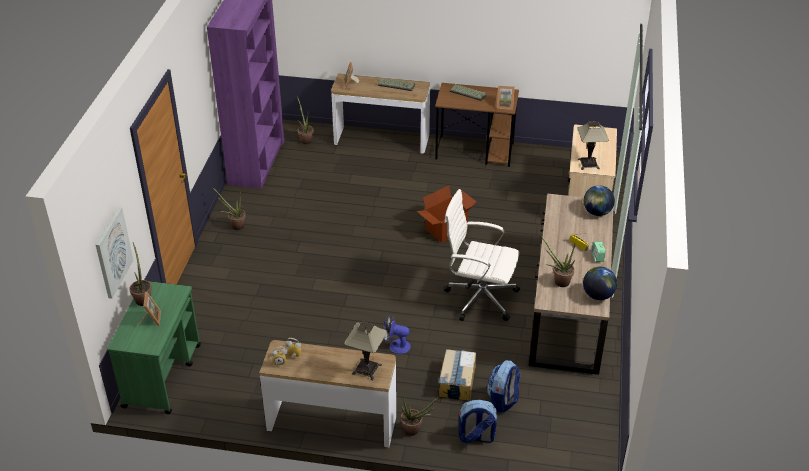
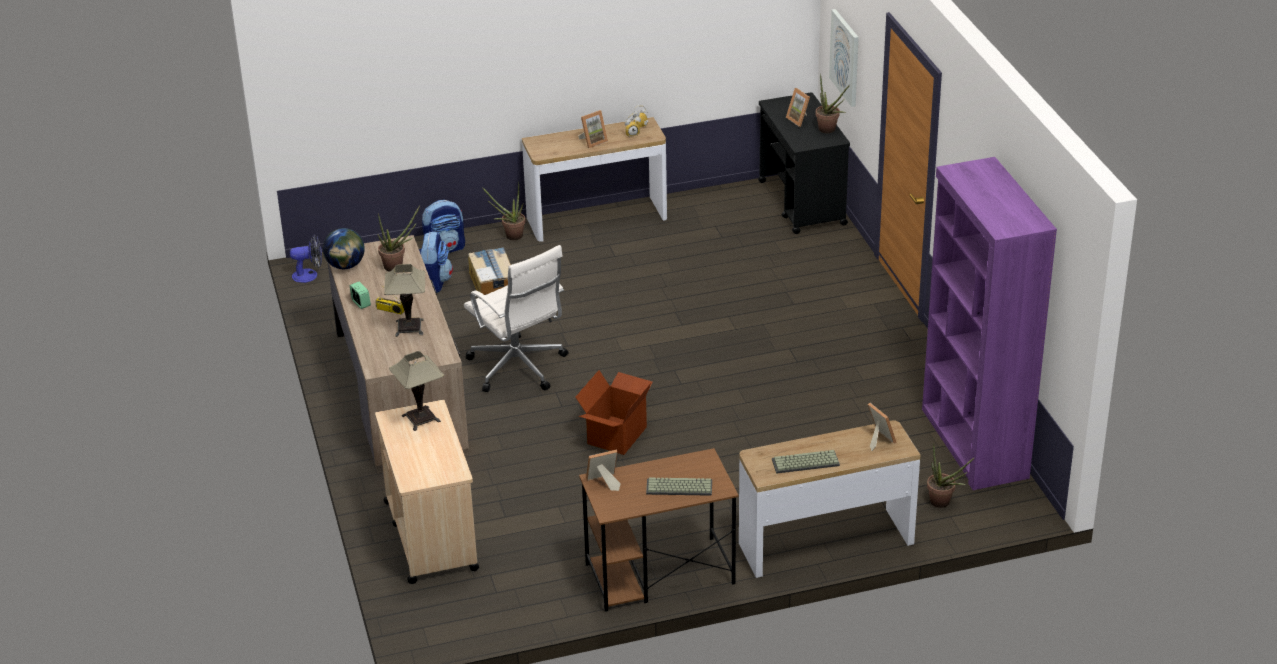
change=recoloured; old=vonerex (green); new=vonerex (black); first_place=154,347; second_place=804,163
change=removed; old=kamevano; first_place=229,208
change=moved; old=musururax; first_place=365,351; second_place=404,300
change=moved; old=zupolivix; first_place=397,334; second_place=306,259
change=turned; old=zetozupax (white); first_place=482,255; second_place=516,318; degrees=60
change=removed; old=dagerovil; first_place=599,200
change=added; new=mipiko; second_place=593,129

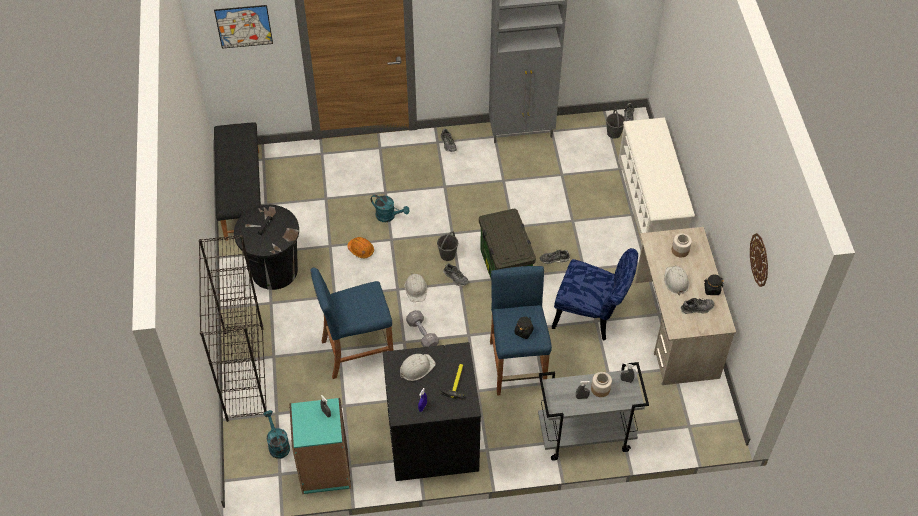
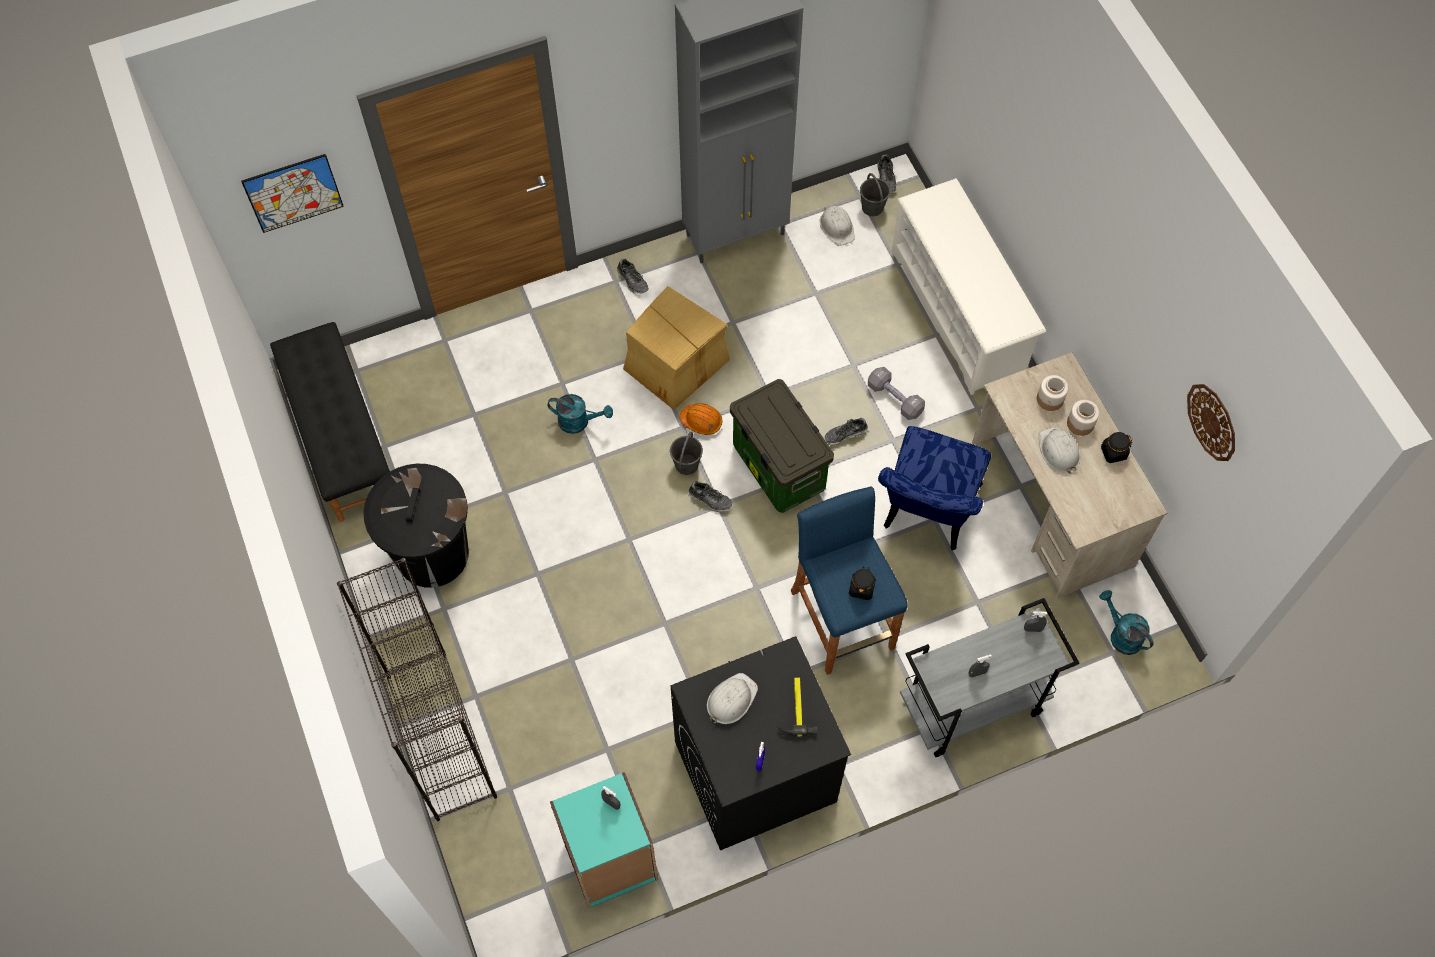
change=moved; old=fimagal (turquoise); first_place=277,434; second_place=1126,622
change=removed; old=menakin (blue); first_place=352,323
change=moved; old=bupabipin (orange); first_place=360,247; second_place=701,419
change=moved; old=bupabipin (white); first_place=416,287; second_place=837,226
change=moved; old=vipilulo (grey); first_place=422,328; second_place=896,393
change=turned; old=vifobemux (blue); first_place=595,294; second_place=934,488; degrees=105
change=moved; old=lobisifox; first_place=601,384; second_place=1083,418
change=removed; old=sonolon; first_place=698,306
change=added; new=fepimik; second_place=676,348

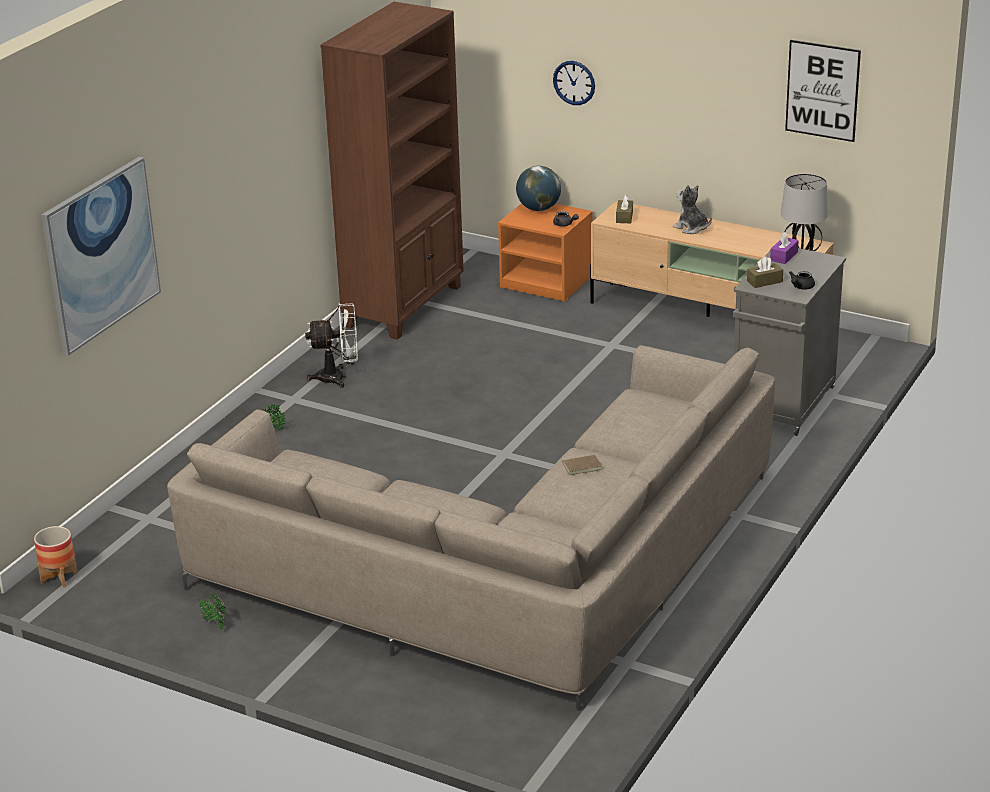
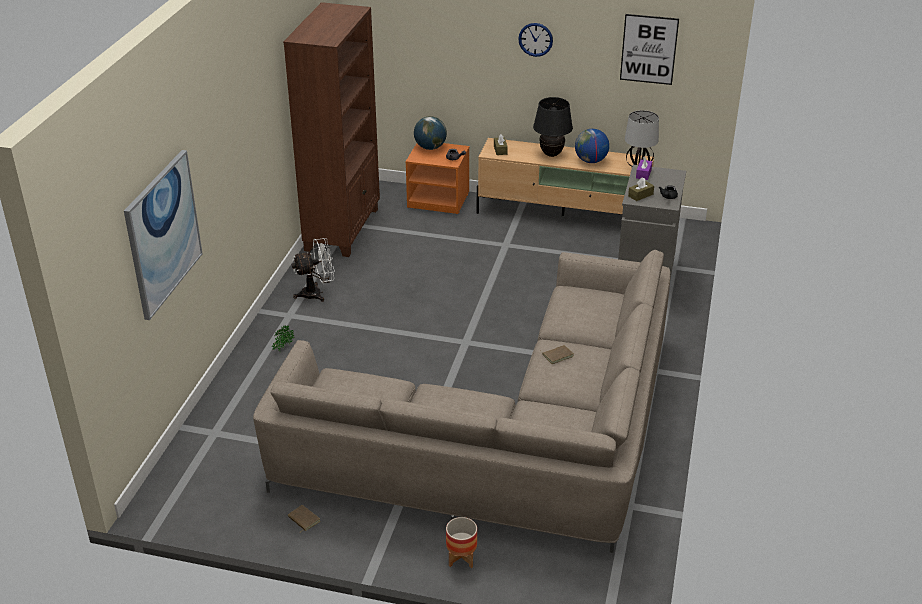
change=moved; old=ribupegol; first_place=56,557; second_place=461,542
change=replaced; old=kamevano; new=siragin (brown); first_place=213,611; second_place=304,518
change=moved; old=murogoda; first_place=574,83; second_place=535,40
change=replaced; old=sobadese; new=musururax (black); first_place=692,209; second_place=553,127
change=added; new=dagerovil; second_place=592,146

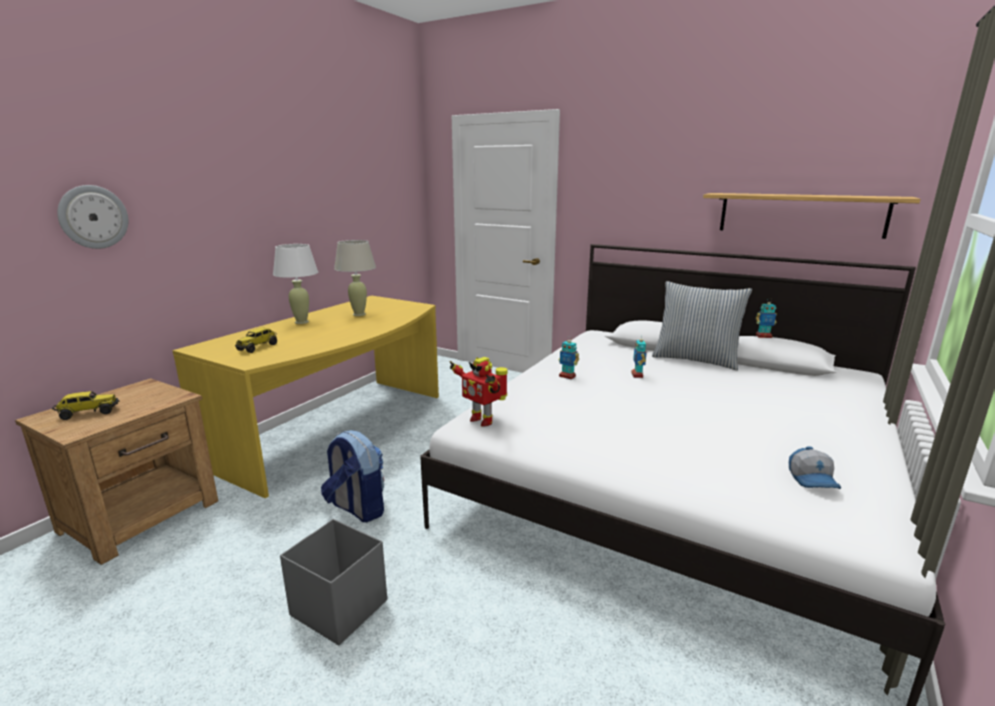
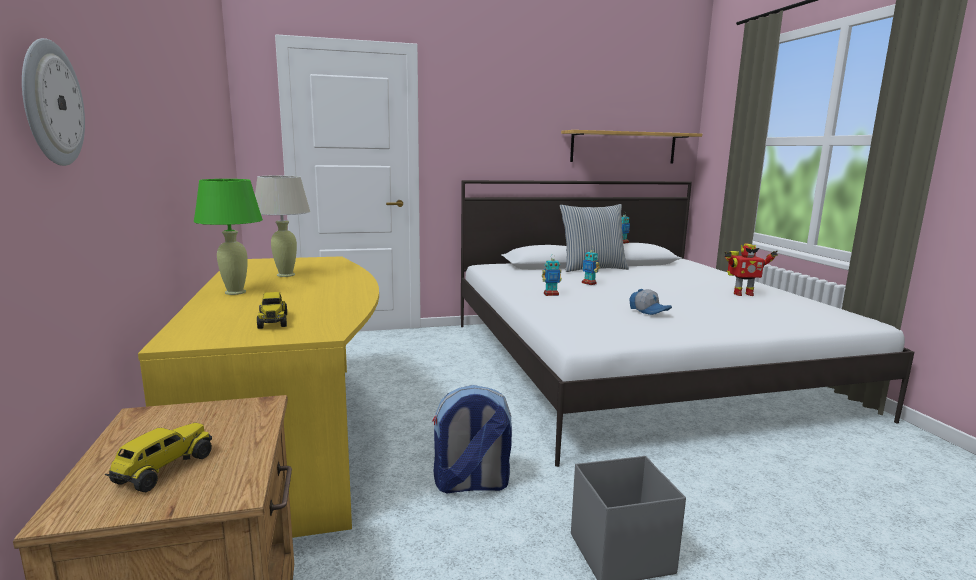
change=recoloured; old=musururax (white); new=musururax (green); first_place=295,284; second_place=228,237
change=moved; old=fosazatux; first_place=479,392; second_place=751,270
change=moved; old=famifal; first_place=815,467; second_place=650,302

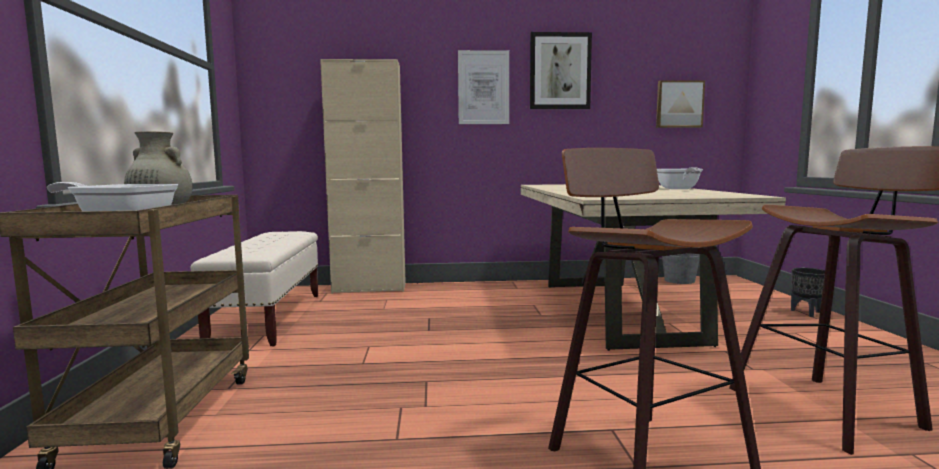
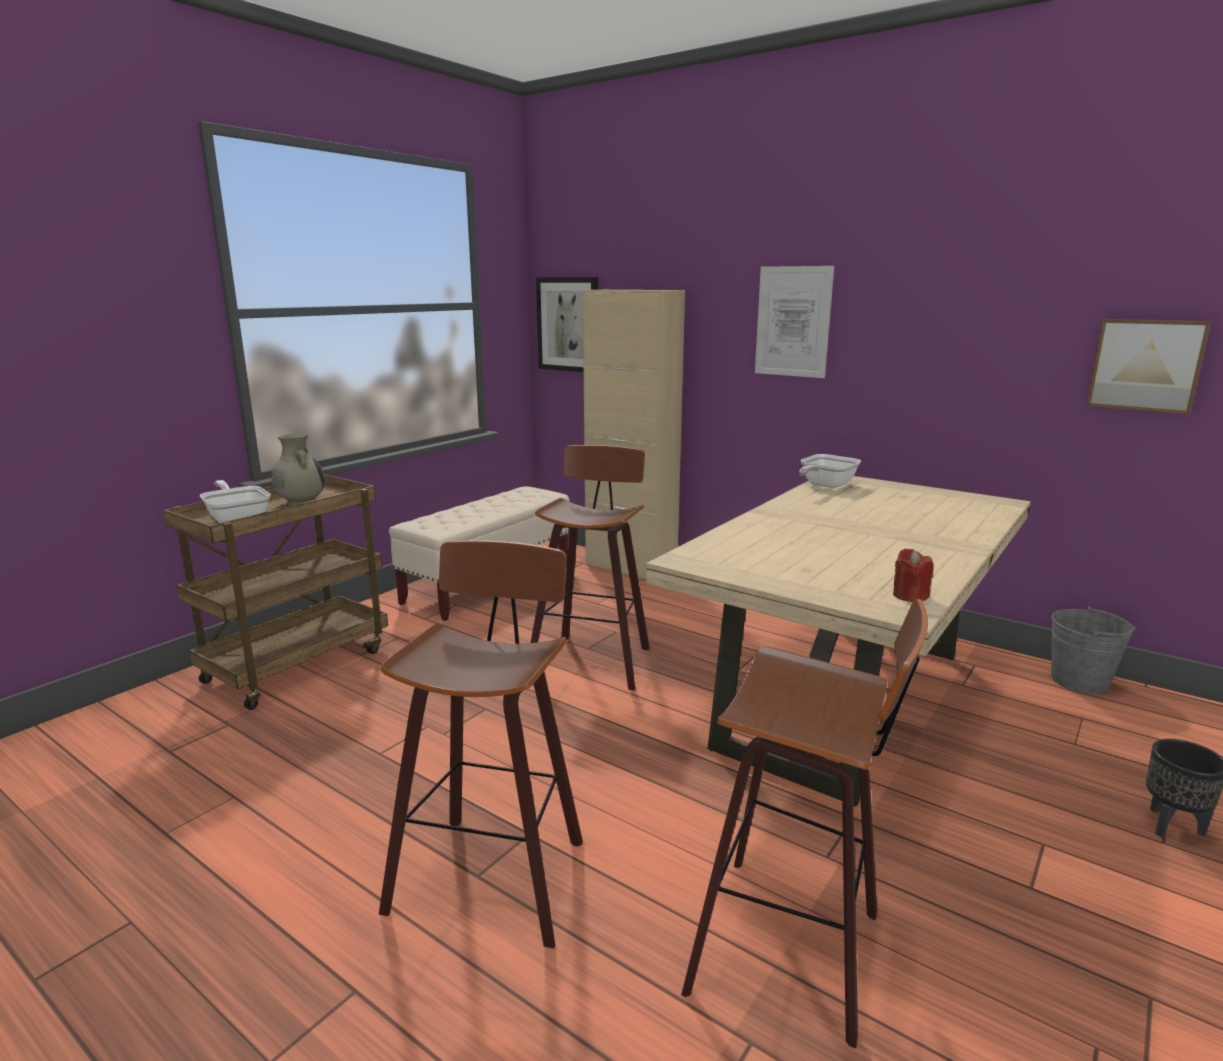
change=moved; old=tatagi; first_place=561,70; second_place=567,324
change=moved; old=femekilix; first_place=680,178; second_place=830,471
change=added; new=menakin; second_place=590,568
change=added; new=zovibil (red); second_place=913,575

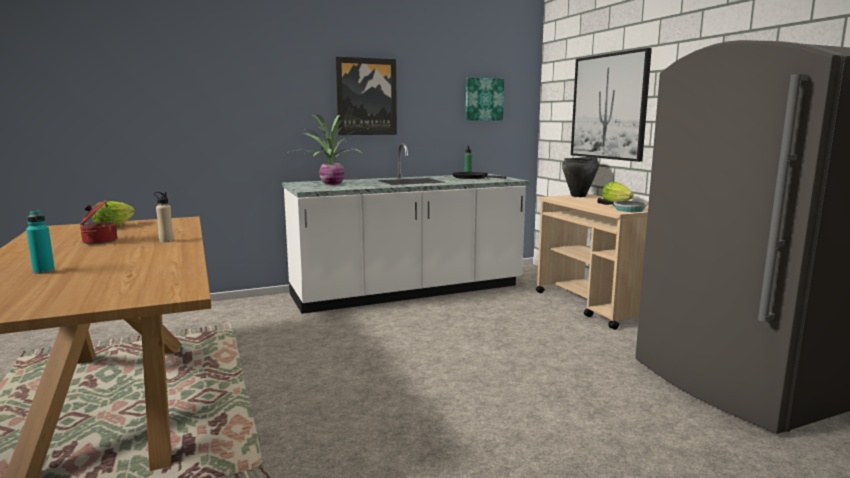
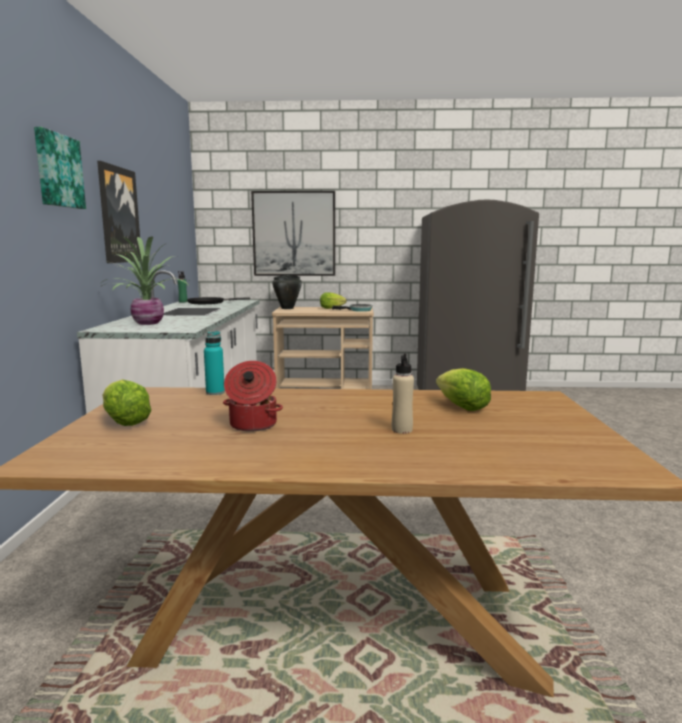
change=moved; old=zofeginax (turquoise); first_place=40,242; second_place=214,363
change=moved; old=zofeginax (beige); first_place=164,217; second_place=403,393
change=moved; old=tatagi; first_place=485,99; second_place=60,168
change=added; new=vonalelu; second_place=463,389

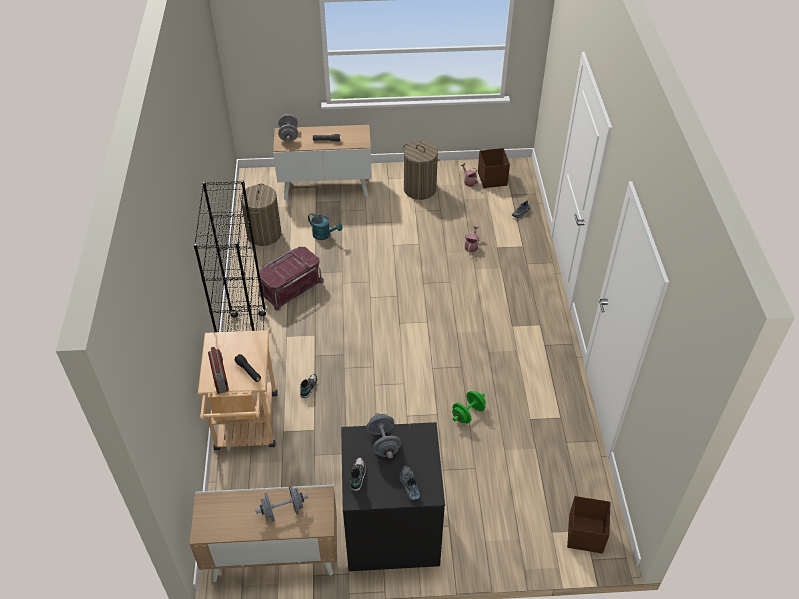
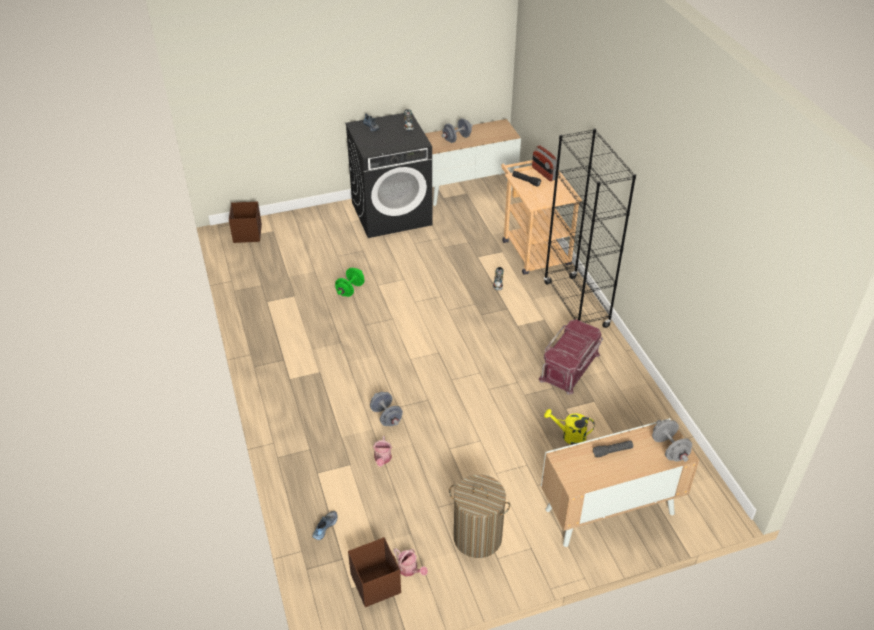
change=removed; old=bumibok; first_place=260,214
change=recoloured; old=fimagal (turquoise); new=fimagal (yellow); first_place=325,226; second_place=569,427
change=moved; old=vipilulo (grey); first_place=384,435; second_place=386,409

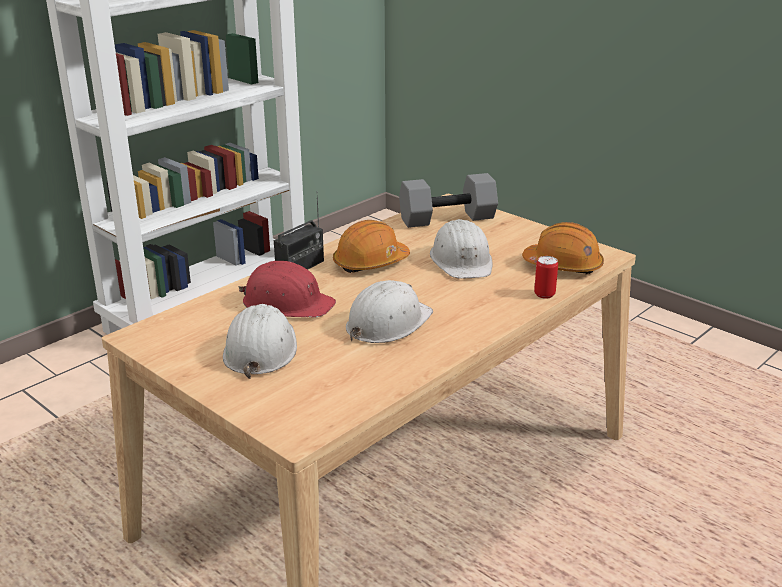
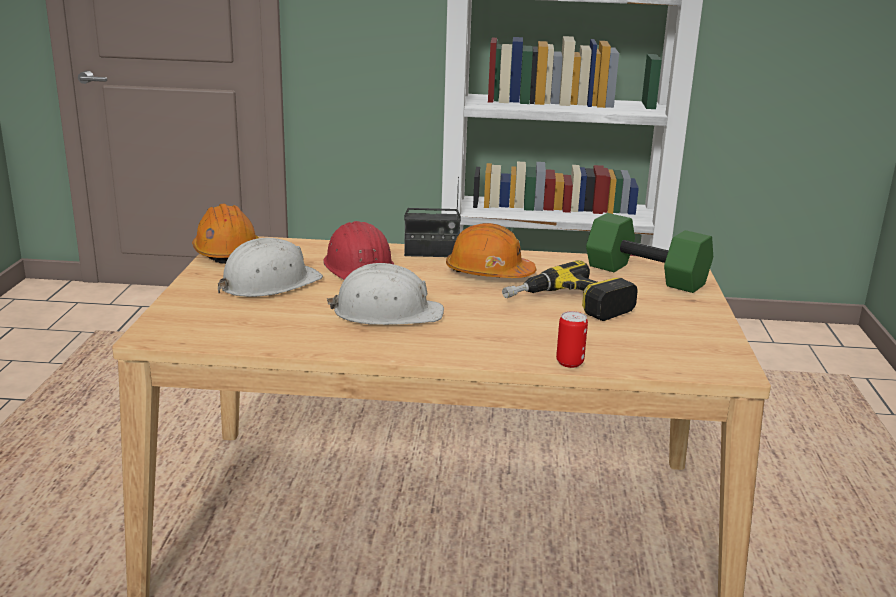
change=recoloured; old=vipilulo (grey); new=vipilulo (green); first_place=448,200; second_place=649,253
change=replaced; old=bupabipin (white); new=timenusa; first_place=461,249; second_place=570,290
change=moved; old=bupabipin (orange); first_place=563,248; second_place=225,234

